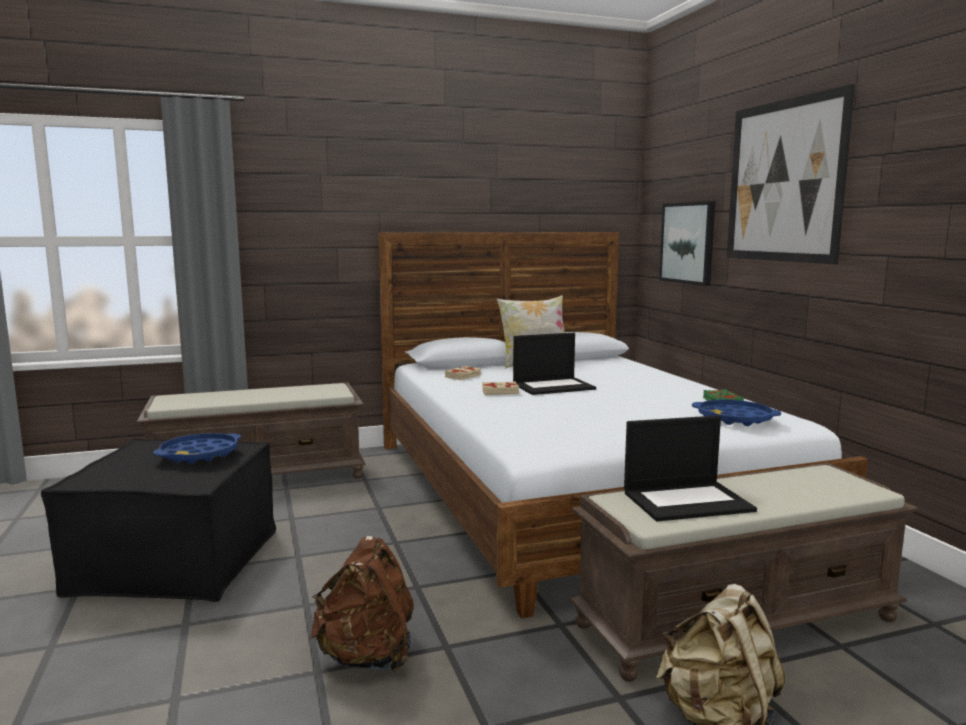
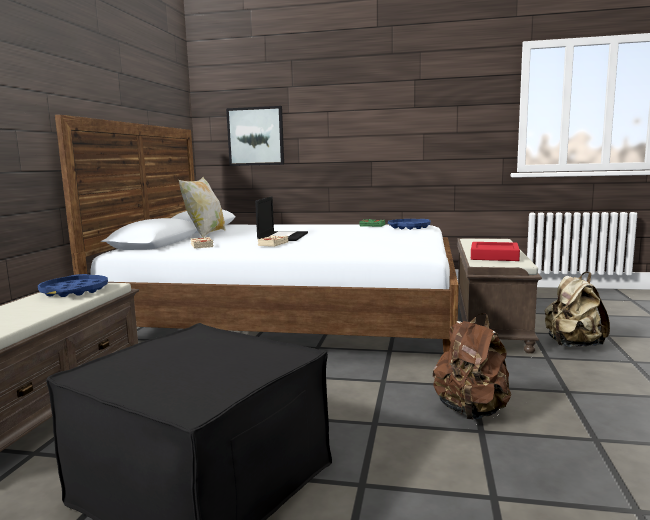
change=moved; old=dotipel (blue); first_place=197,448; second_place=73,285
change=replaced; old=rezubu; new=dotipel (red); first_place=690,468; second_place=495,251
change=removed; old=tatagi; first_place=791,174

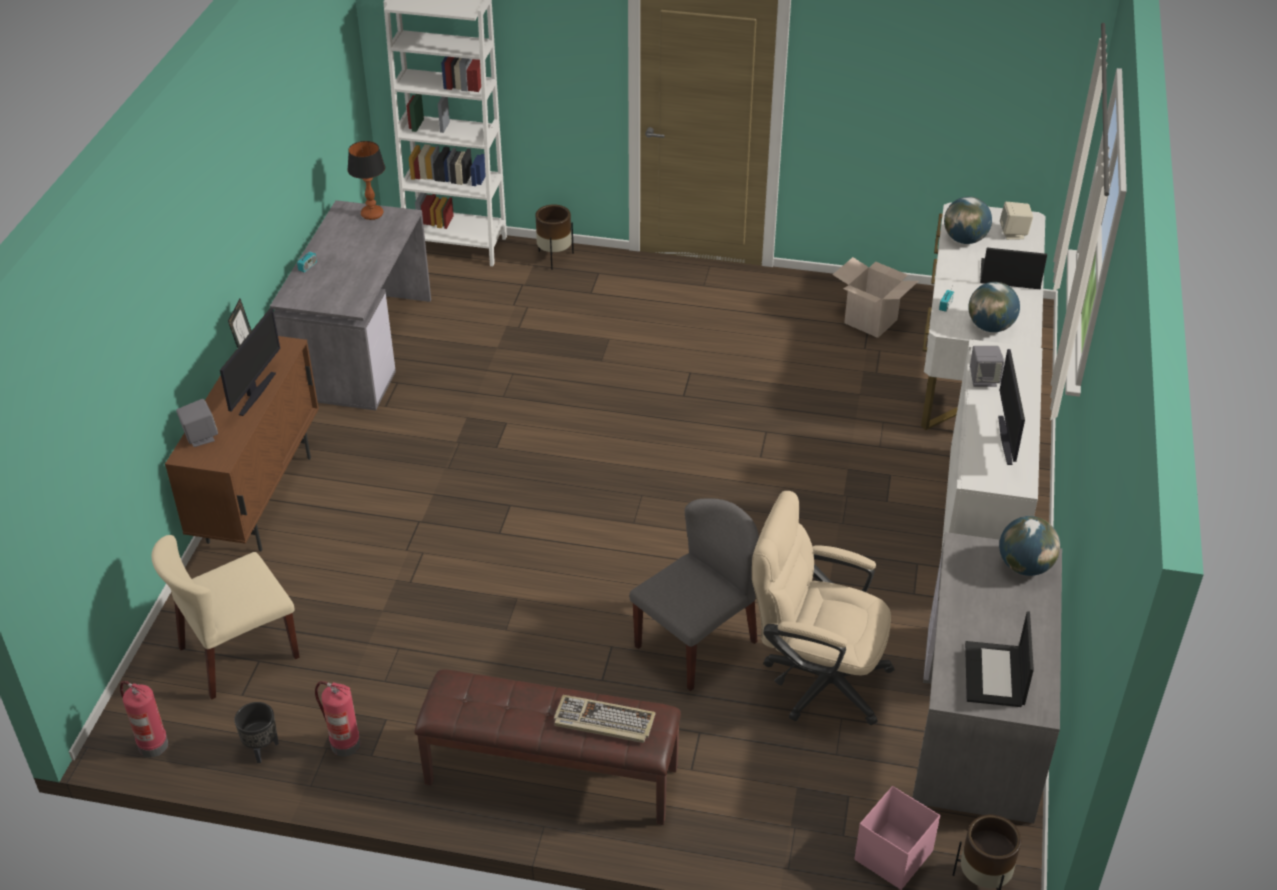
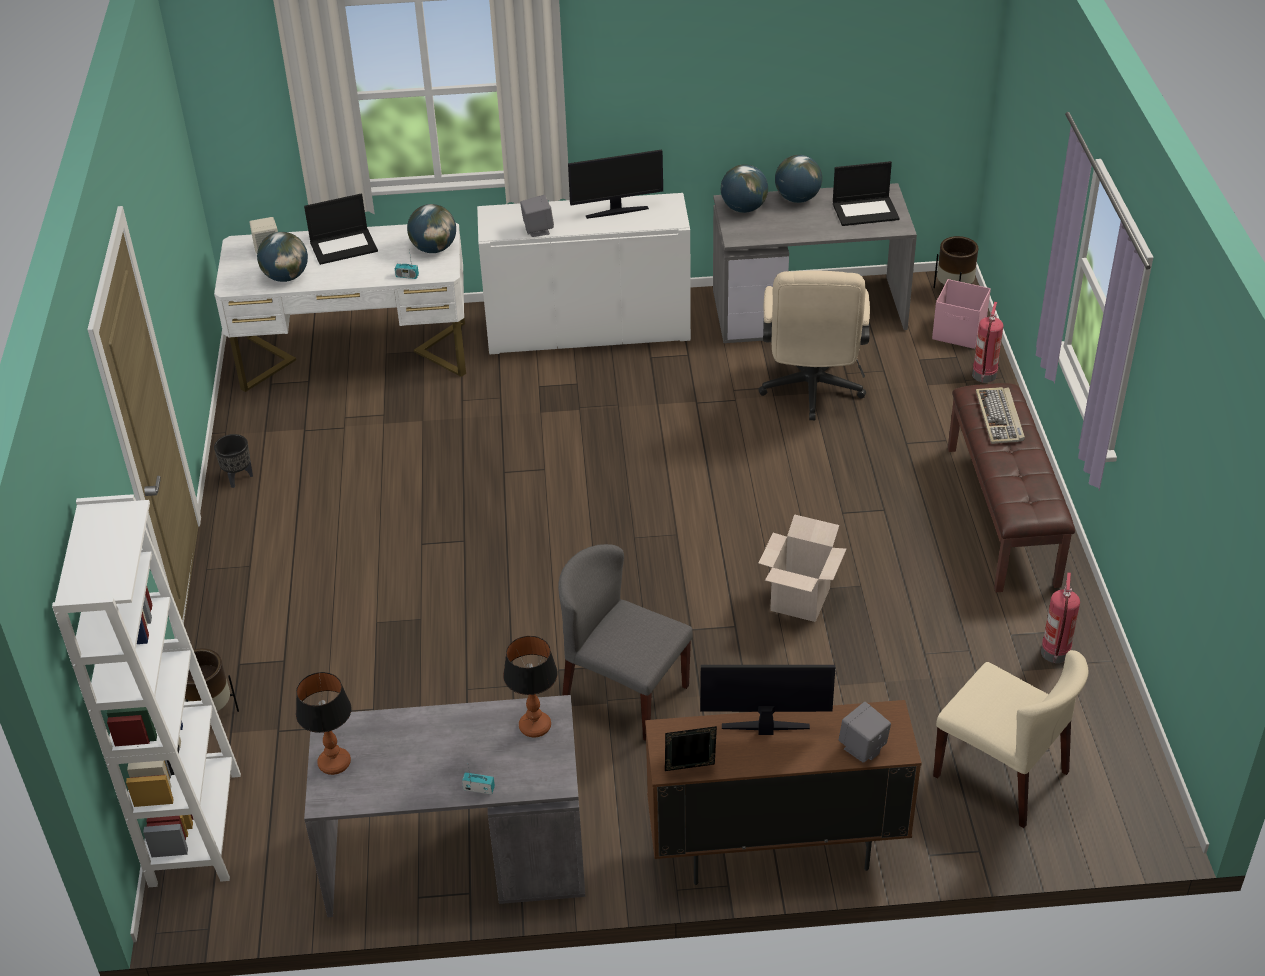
change=moved; old=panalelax; first_place=144,719; second_place=987,342
change=moved; old=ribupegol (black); first_place=256,732; second_place=233,461
change=moved; old=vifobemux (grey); first_place=694,594; second_place=625,642
change=moved; old=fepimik; first_place=876,297; second_place=802,568
change=turned; old=rezubu; first_place=1013,268; second_place=341,229; degrees=-105
change=added; new=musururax; second_place=530,686
change=added; new=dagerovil; second_place=798,179

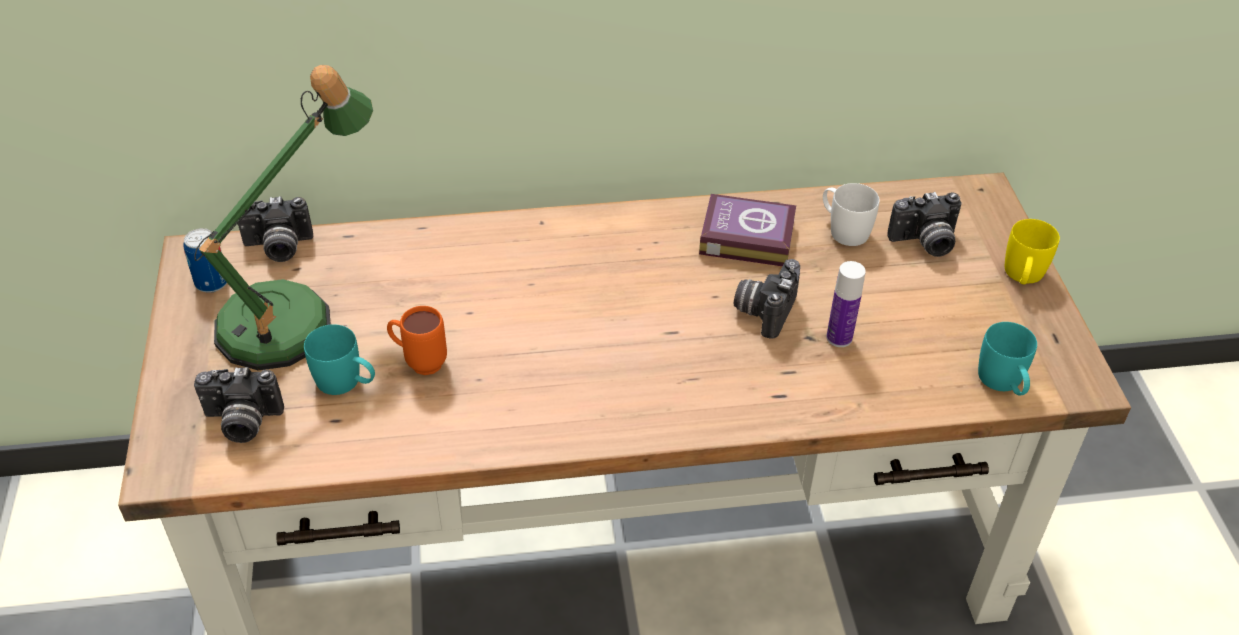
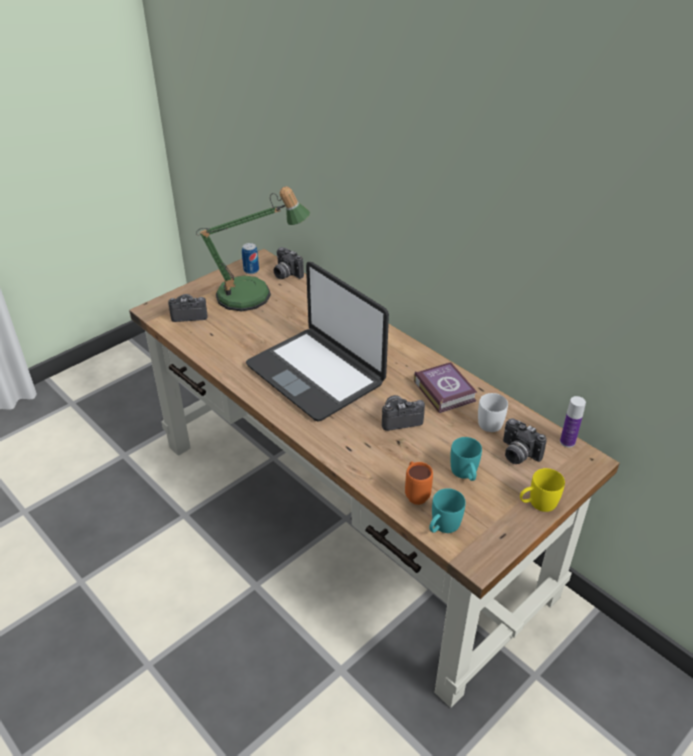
change=turned; old=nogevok; first_place=239,405; second_place=187,308; degrees=120
change=moved; old=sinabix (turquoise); first_place=339,359; second_place=466,459
change=moved; old=sinabix (orange); first_place=417,340; second_place=419,483
change=moved; old=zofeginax; first_place=846,304; second_place=573,421
change=added; new=rezubu; second_place=317,341

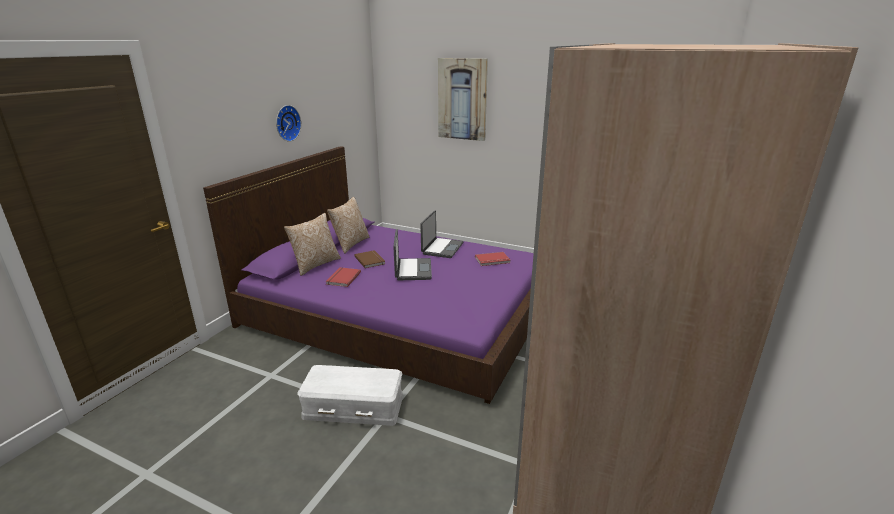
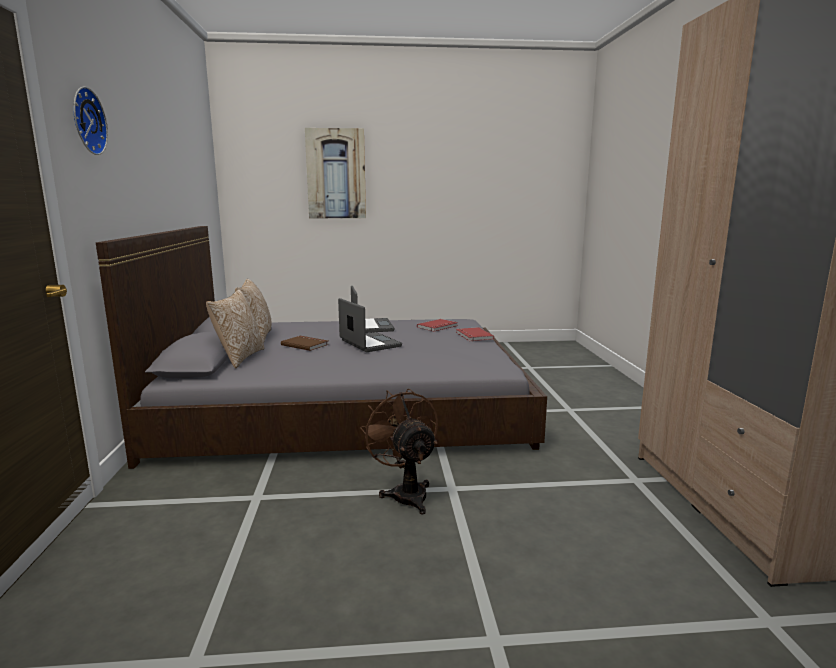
change=recoloured; old=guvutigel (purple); new=guvutigel (grey); first_place=368,275; second_place=321,347
change=moved; old=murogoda; first_place=288,123; second_place=90,121
change=replaced; old=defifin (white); new=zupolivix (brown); first_place=350,395; second_place=399,451
change=moved; old=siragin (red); first_place=343,277; second_place=475,334

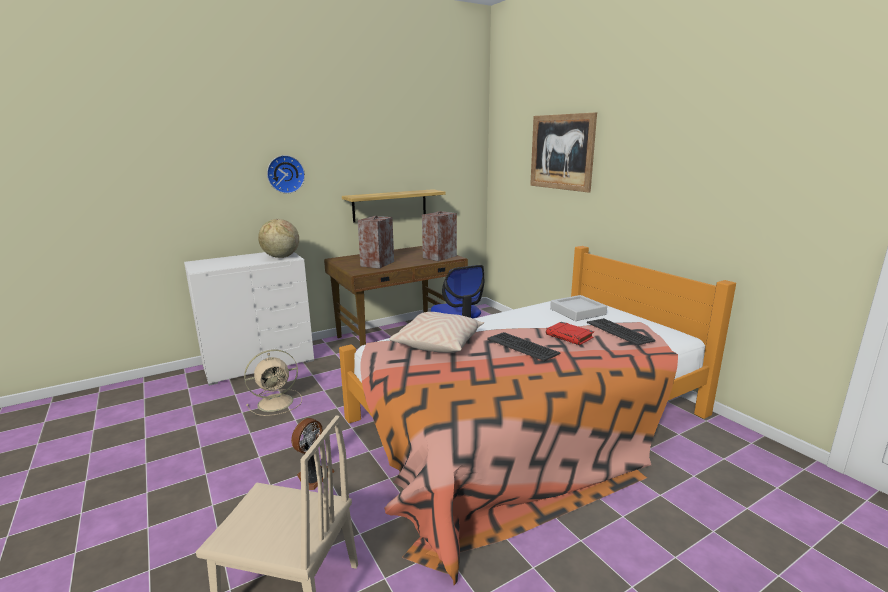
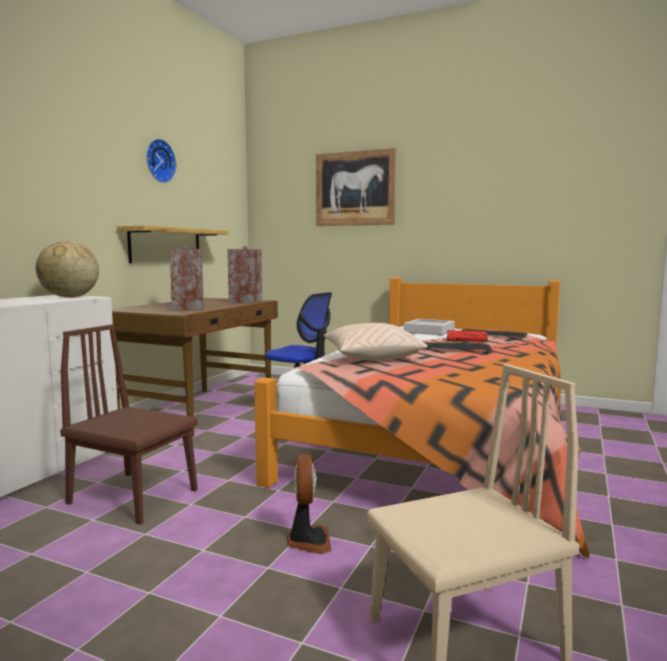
change=replaced; old=zupolivix (beige); new=vifobemux (brown); first_place=273,382; second_place=129,424
change=moved; old=murogoda; first_place=286,174; second_place=161,161

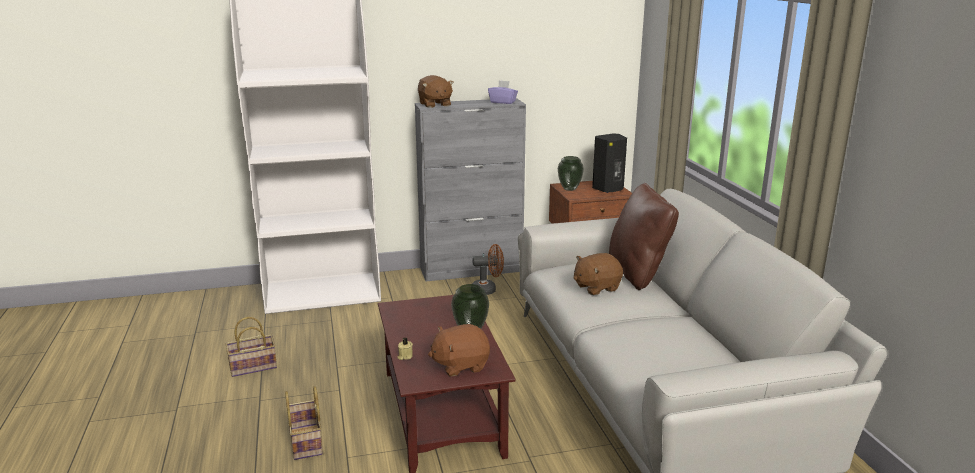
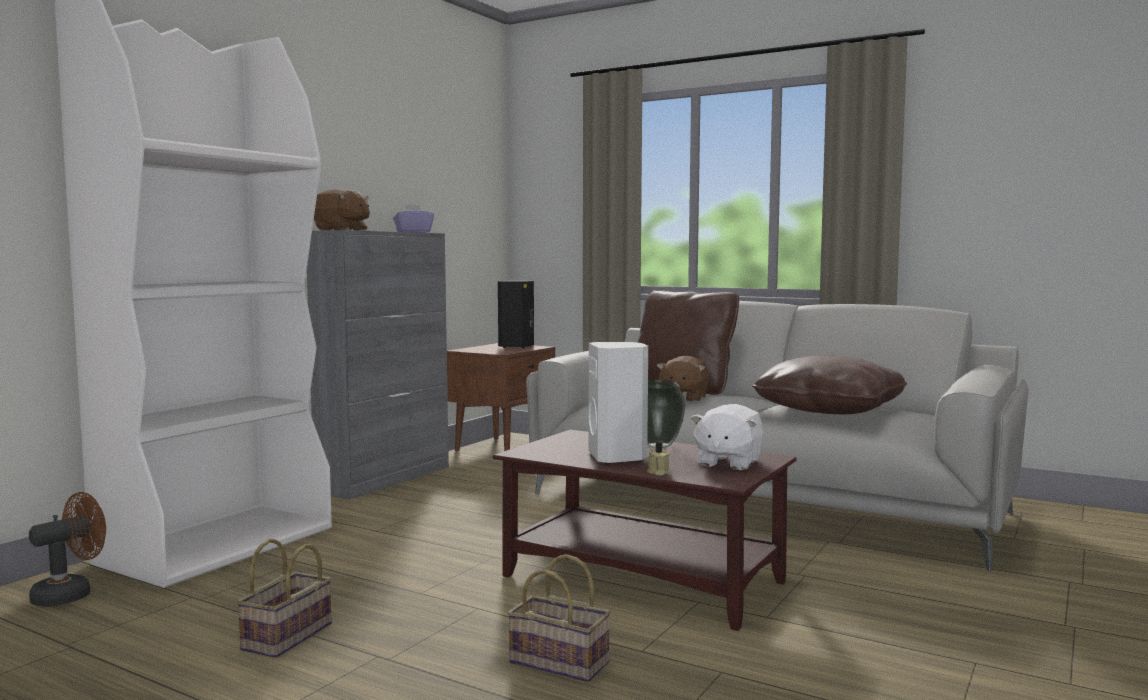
change=recoloured; old=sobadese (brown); new=sobadese (white); first_place=459,350; second_place=727,437
change=moved; old=zupolivix (brown); first_place=488,269; second_place=67,549
change=removed; old=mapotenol; first_place=571,173
change=added; new=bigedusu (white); second_place=618,403
change=added; new=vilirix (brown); second_place=829,384

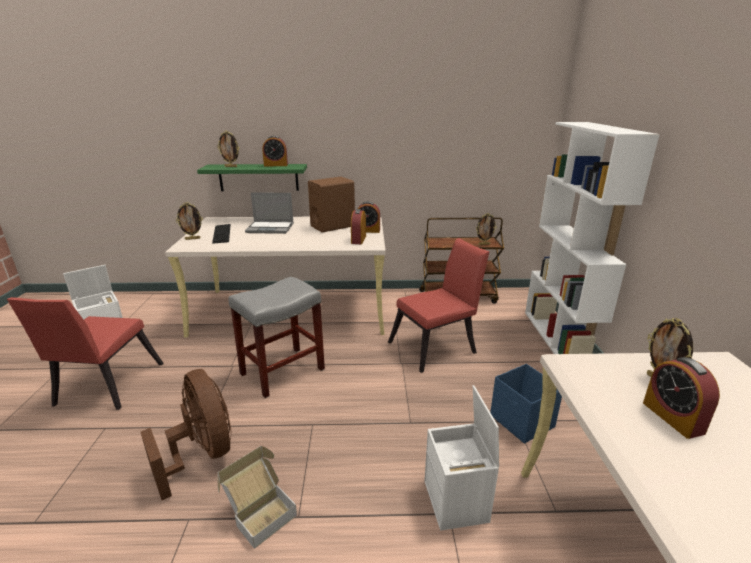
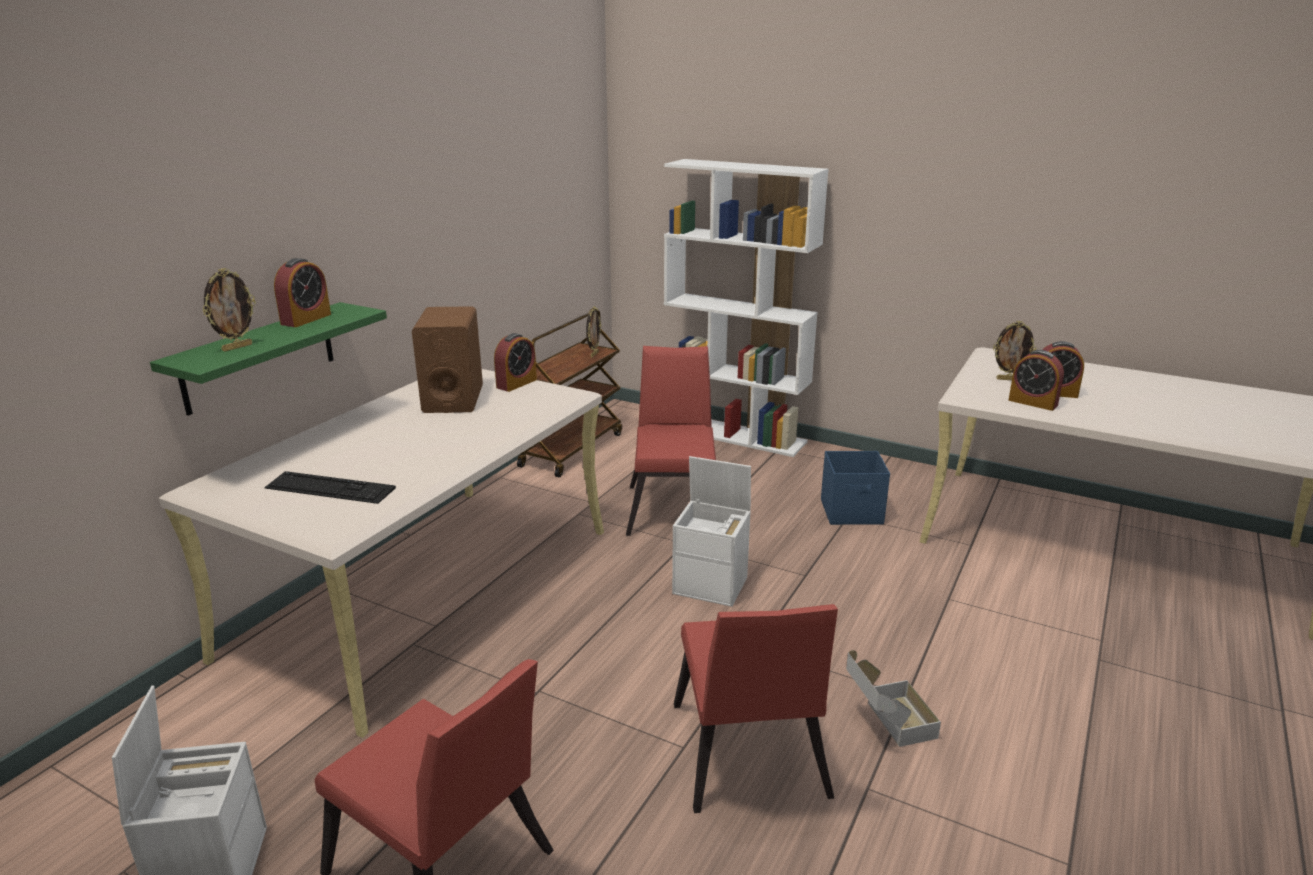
change=replaced; old=zupolivix (brown); new=vifobemux (red); first_place=186,434; second_place=756,708
change=removed; old=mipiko; first_place=189,221
change=removed; old=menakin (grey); first_place=277,337
change=removed; old=rezubu; first_place=269,213
change=moved; old=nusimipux; first_place=358,226; second_place=1036,380
change=moved; old=defifin (white); first_place=461,458; second_place=711,531

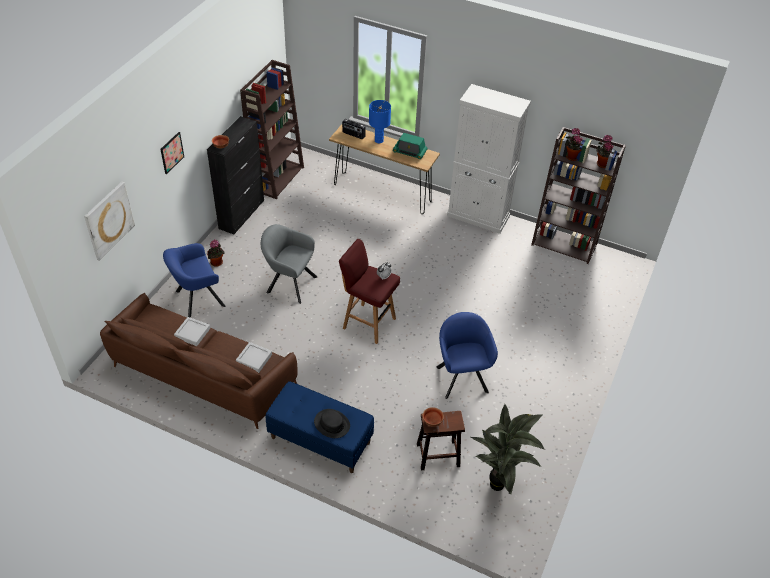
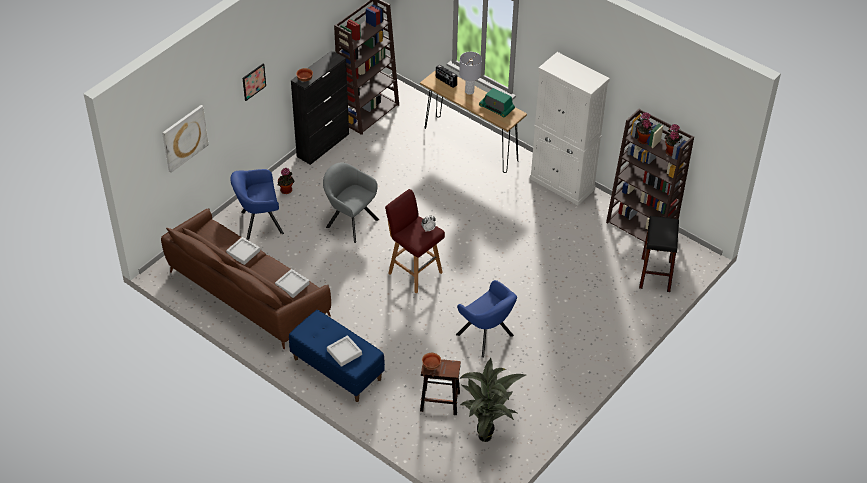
change=replaced; old=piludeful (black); new=dotipel (grey); first_place=332,423; second_place=344,351
change=recoloured; old=musururax (blue); new=musururax (grey); first_place=380,121; second_place=470,73
change=turned; old=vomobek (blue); first_place=467,355; second_place=486,319; degrees=135
change=added; new=menakin (black); second_place=659,254

